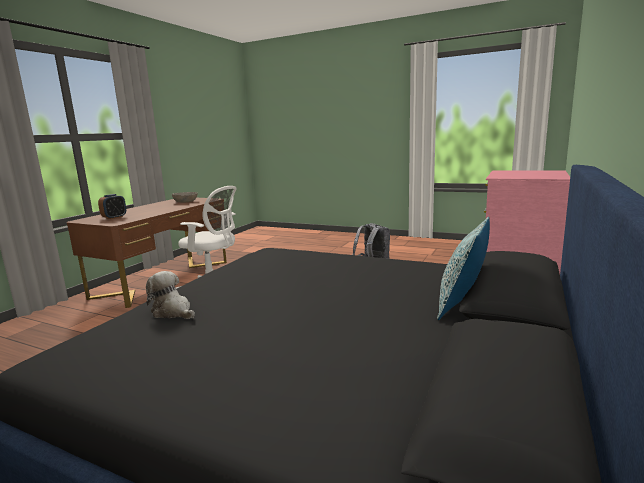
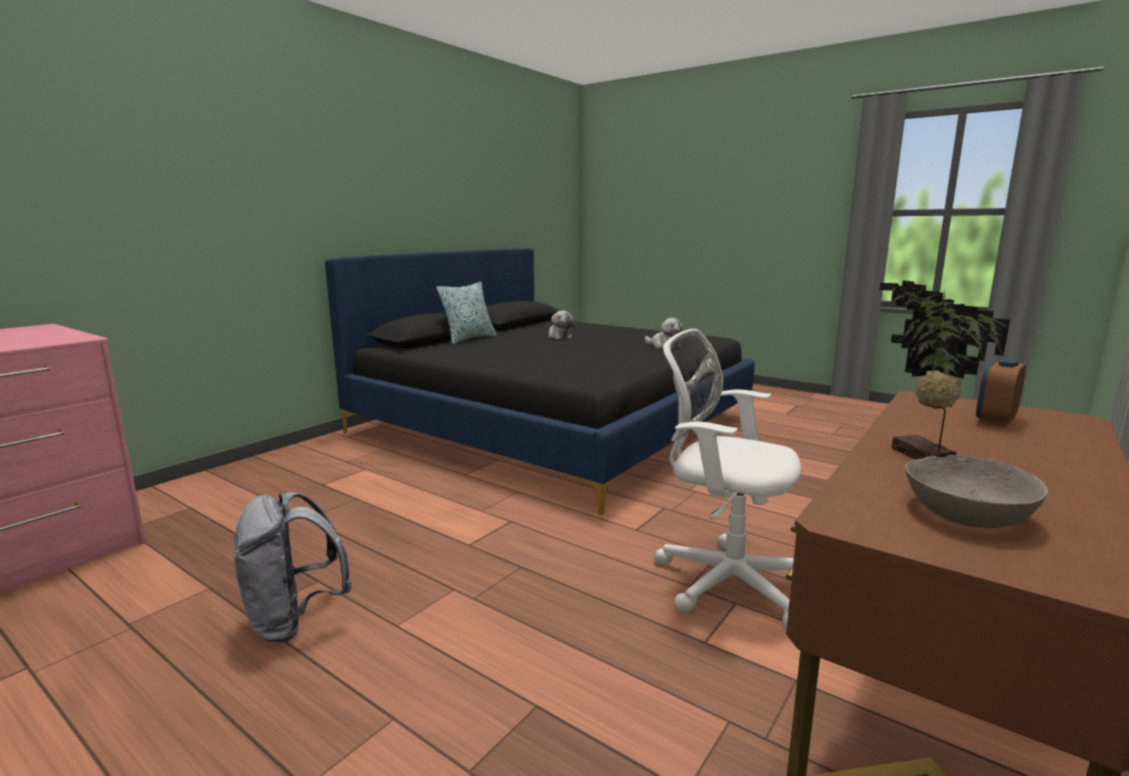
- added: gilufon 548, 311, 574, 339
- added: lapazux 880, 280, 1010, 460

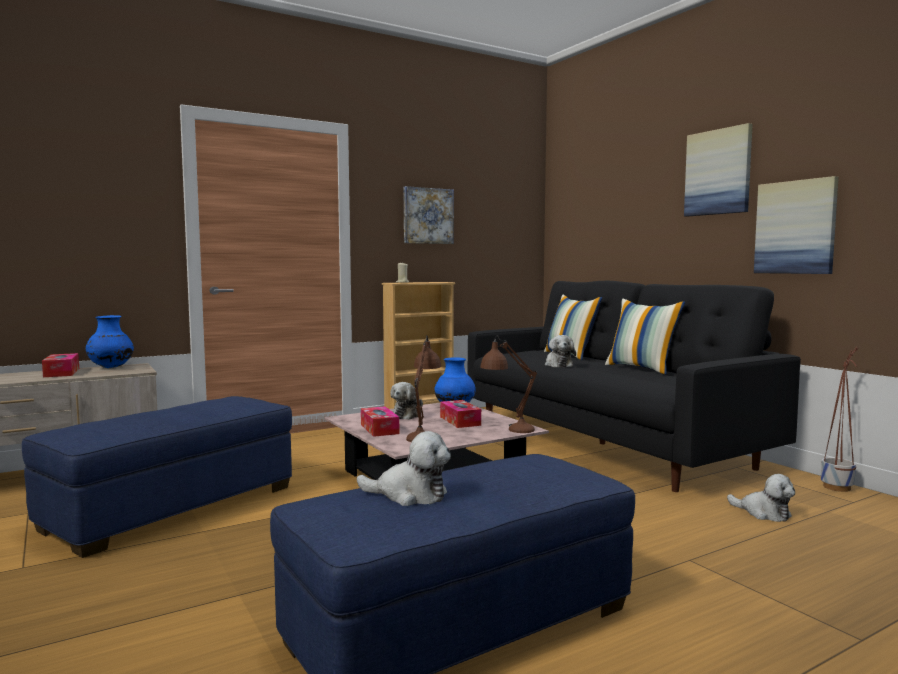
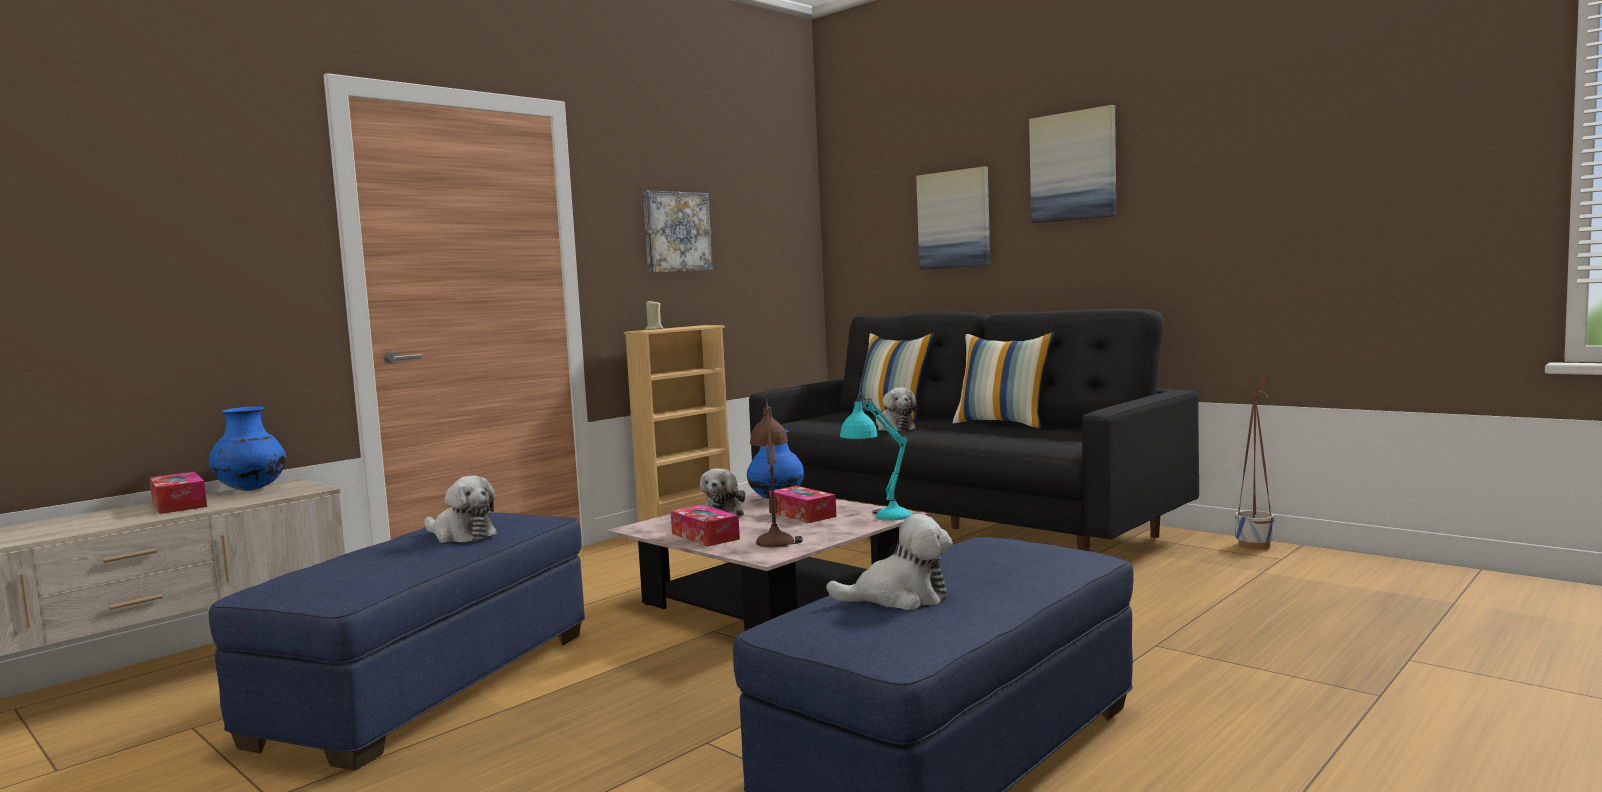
- moved: gilufon 727, 474, 795, 522 to 424, 475, 497, 543
- recoloured: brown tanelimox 480, 336, 537, 433 to turquoise tanelimox 840, 393, 911, 520
- moved: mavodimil 754, 176, 839, 274 to 916, 166, 990, 270

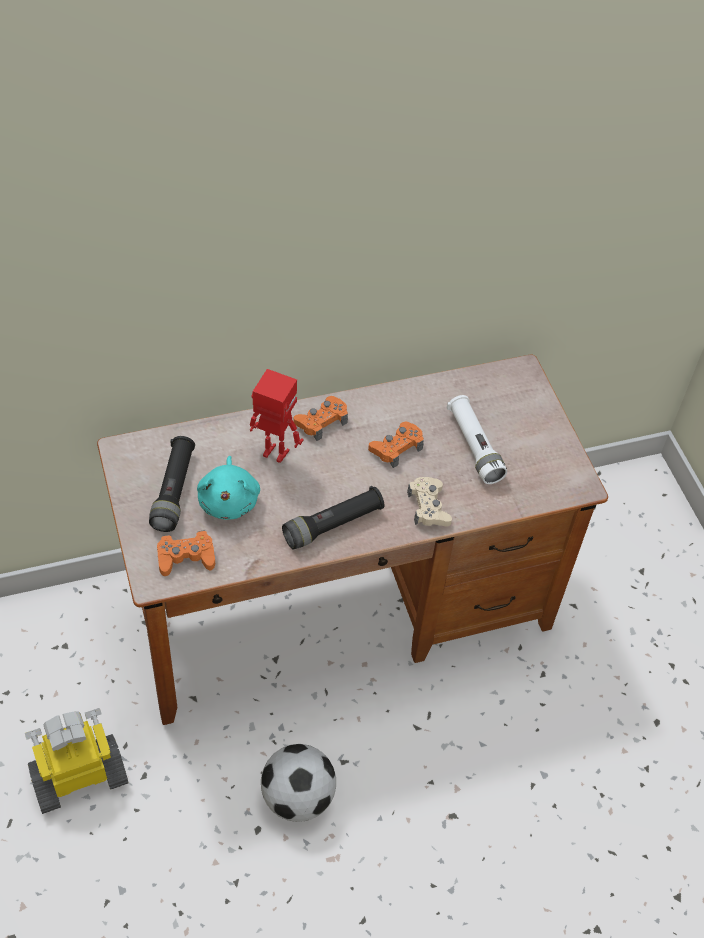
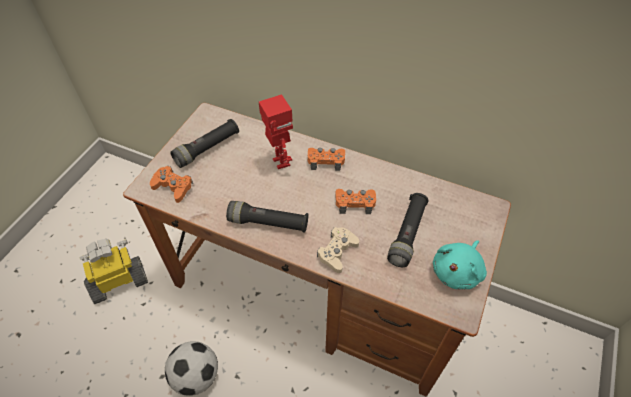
- turned: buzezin 25, 708, 128, 814 = 79, 239, 148, 304 45 degrees counterclockwise
- recoloured: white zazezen 447, 395, 507, 484 to black zazezen 387, 193, 429, 267
- moved: turquoise gilufon 197, 456, 260, 520 to 433, 240, 487, 289

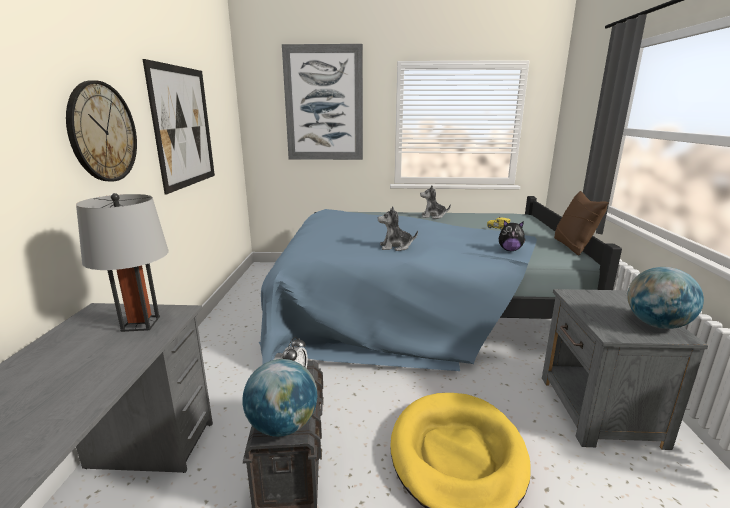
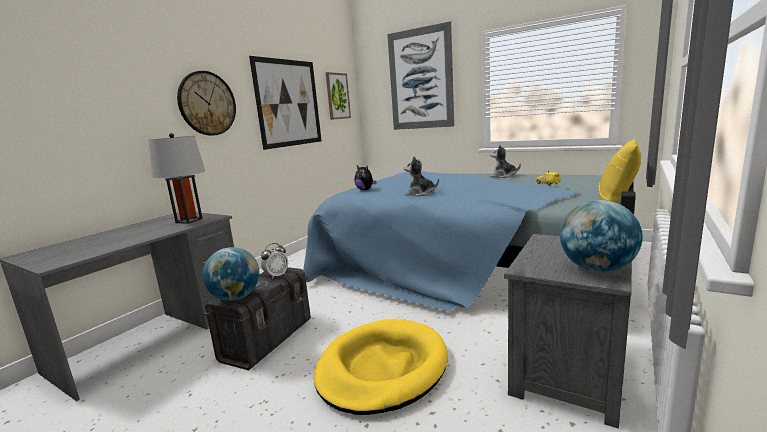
- added: mavodimil 326, 72, 351, 120
- moved: gilufon 499, 220, 526, 251 to 355, 166, 376, 190
- recoloured: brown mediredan 554, 191, 609, 255 to yellow mediredan 598, 139, 641, 203

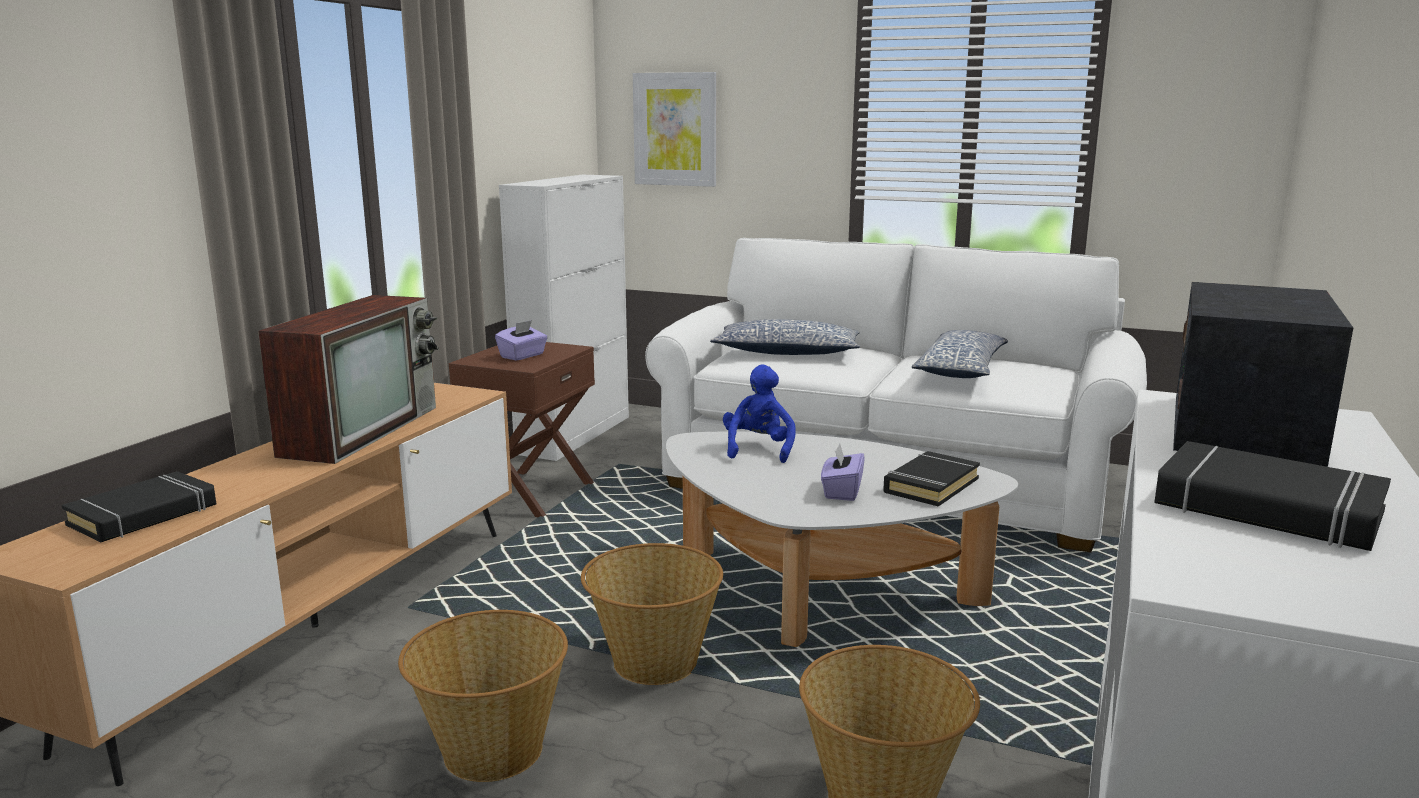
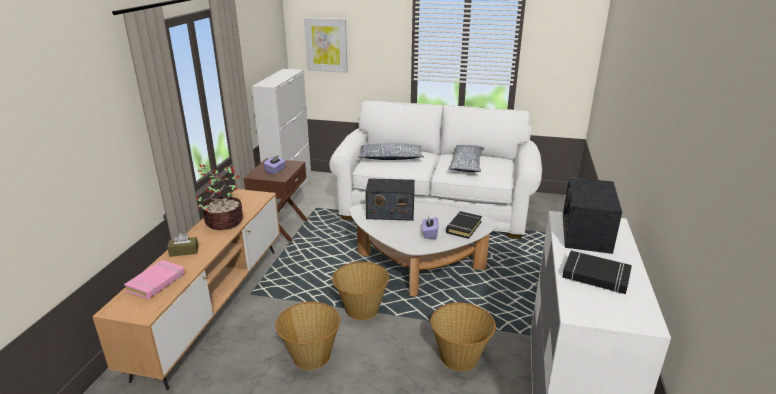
- recoloured: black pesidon 62, 471, 216, 542 to pink pesidon 124, 260, 185, 299
- added: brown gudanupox 167, 233, 199, 257
- replaced: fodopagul 258, 295, 439, 464 to lapazux 196, 165, 243, 230
- replaced: blue gilufon 723, 365, 796, 463 to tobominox 365, 178, 415, 221

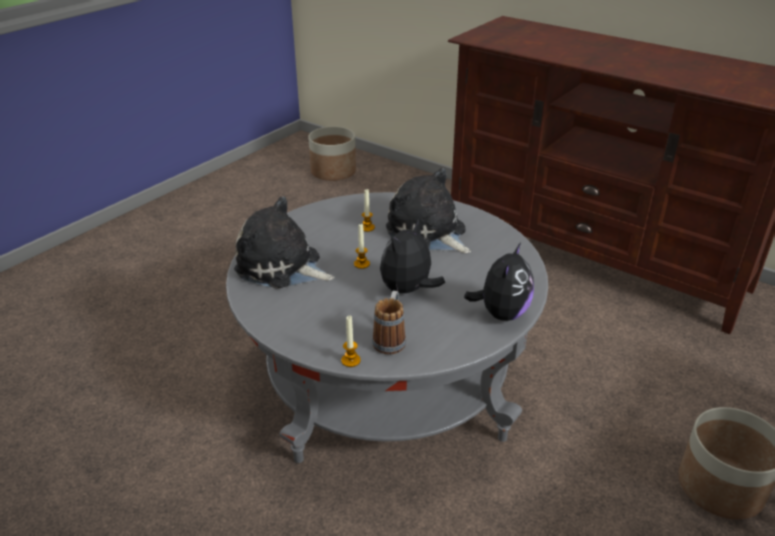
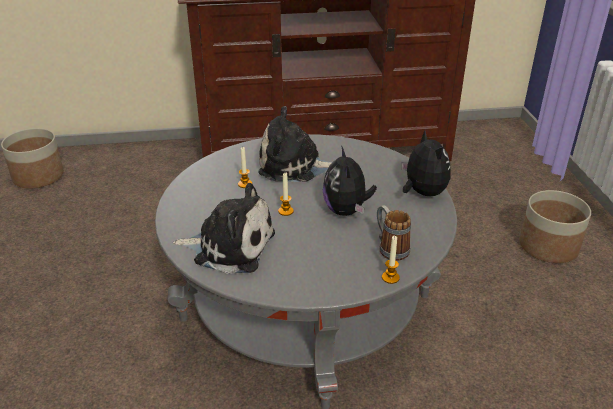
- turned: gilufon 234, 196, 335, 289 = 173, 183, 275, 274 150 degrees counterclockwise

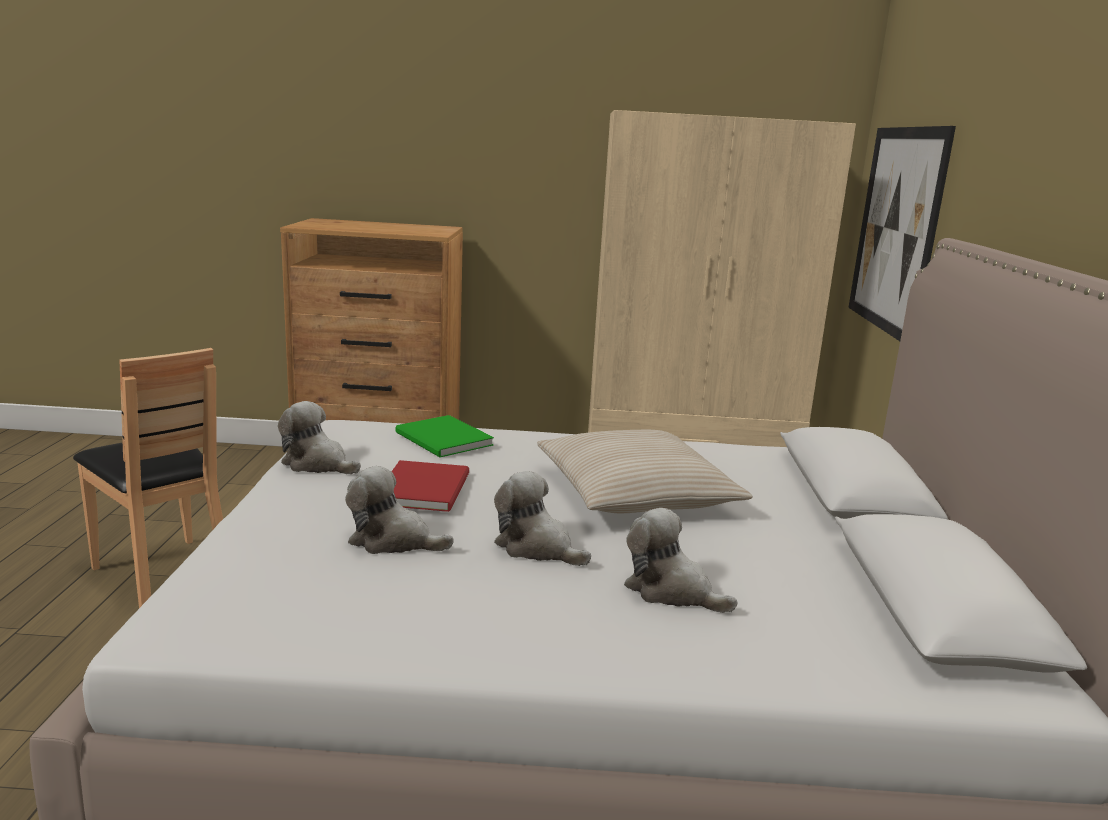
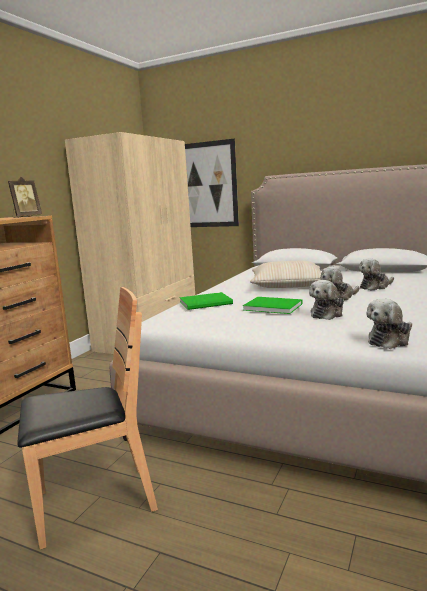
- added: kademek 8, 177, 42, 218
- recoloured: red pesidon 391, 460, 469, 512 to green pesidon 243, 297, 303, 314
- moved: gilufon 278, 401, 361, 474 to 367, 299, 412, 349

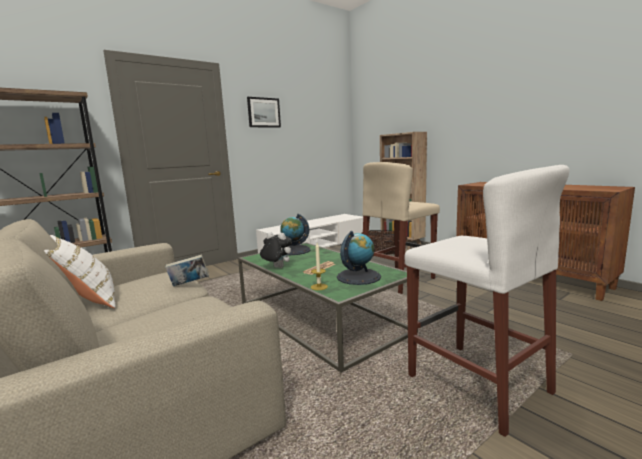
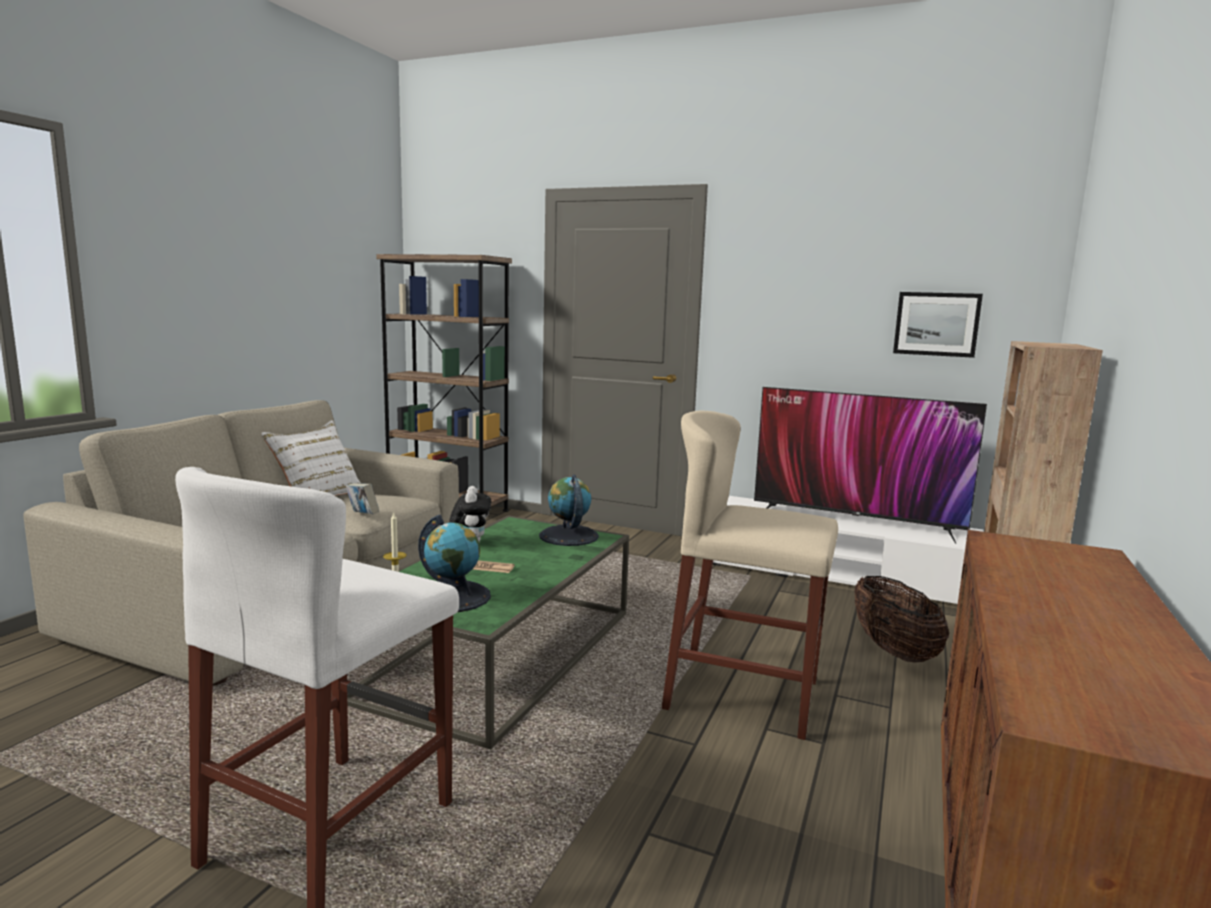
- added: fodopagul 754, 387, 987, 544
- moved: mavodimil 247, 97, 281, 128 to 893, 292, 983, 358

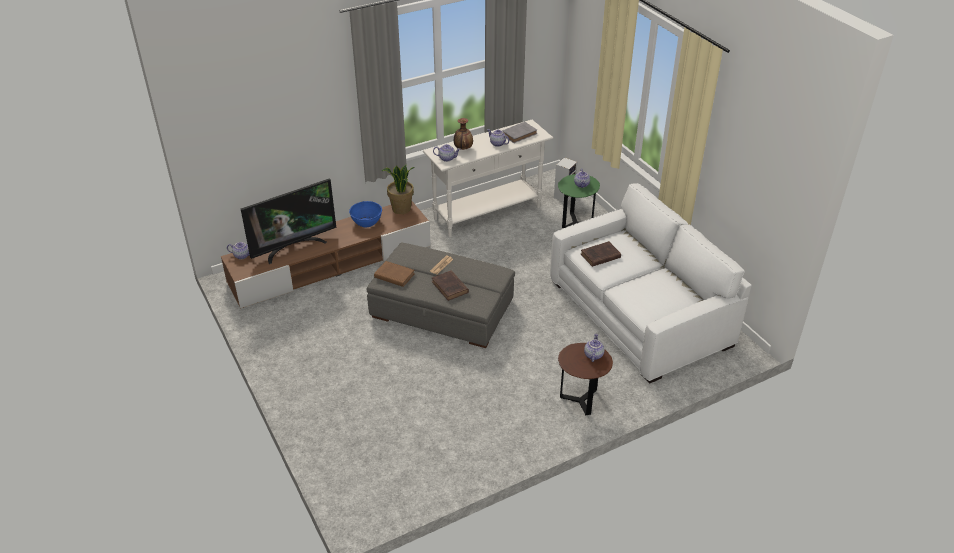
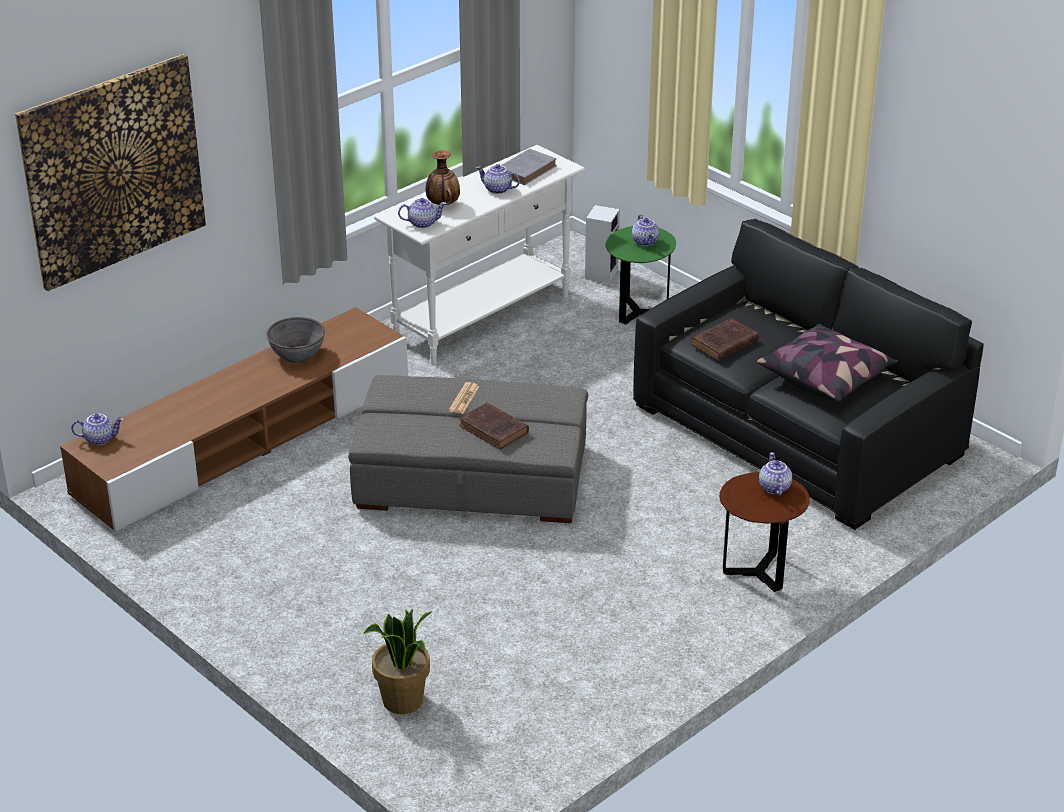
- added: mavodimil 15, 54, 206, 291
- recoloured: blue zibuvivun 349, 201, 382, 227 to grey zibuvivun 266, 317, 325, 363
- moved: lapazux 382, 164, 415, 214 to 363, 609, 433, 714
- recoloured: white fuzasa 550, 183, 752, 384 to black fuzasa 633, 219, 984, 530
- added: mediredan 757, 324, 898, 402
- removed: fodopagul 241, 179, 336, 264
- removed: brown pesidon 374, 261, 415, 287

